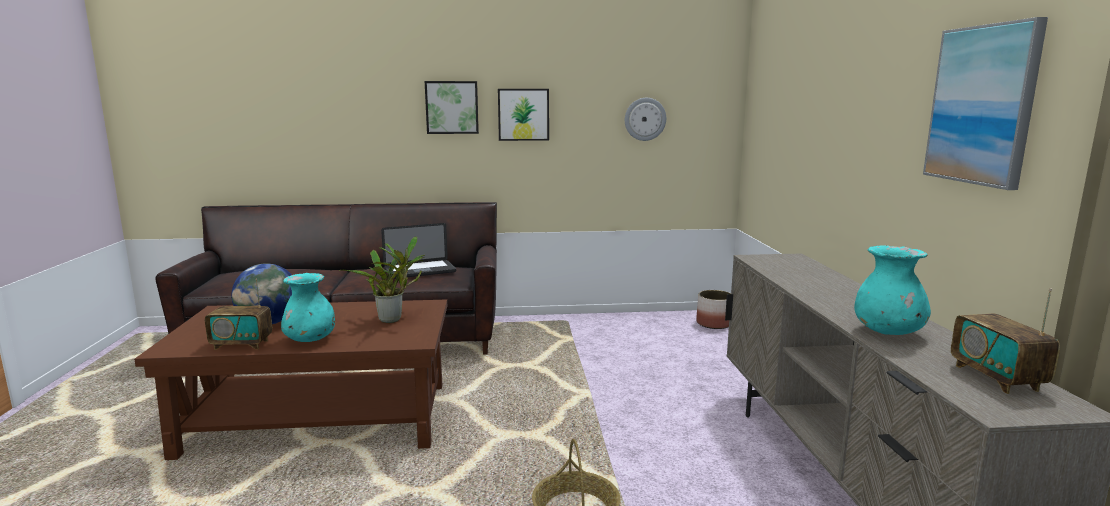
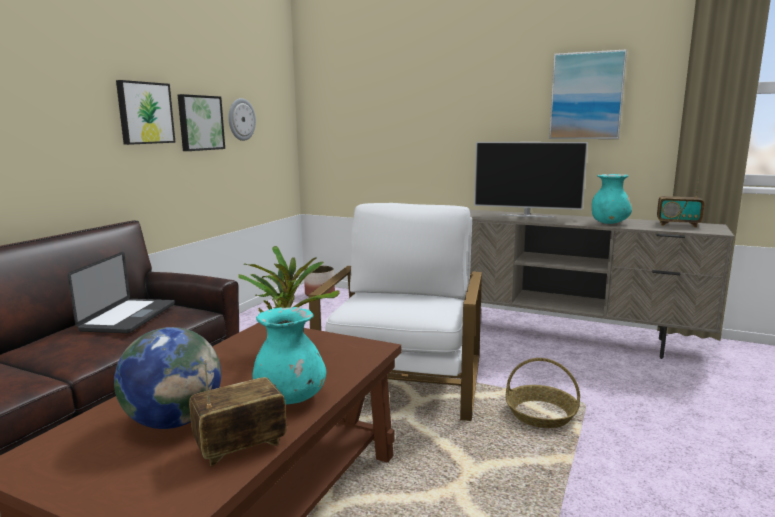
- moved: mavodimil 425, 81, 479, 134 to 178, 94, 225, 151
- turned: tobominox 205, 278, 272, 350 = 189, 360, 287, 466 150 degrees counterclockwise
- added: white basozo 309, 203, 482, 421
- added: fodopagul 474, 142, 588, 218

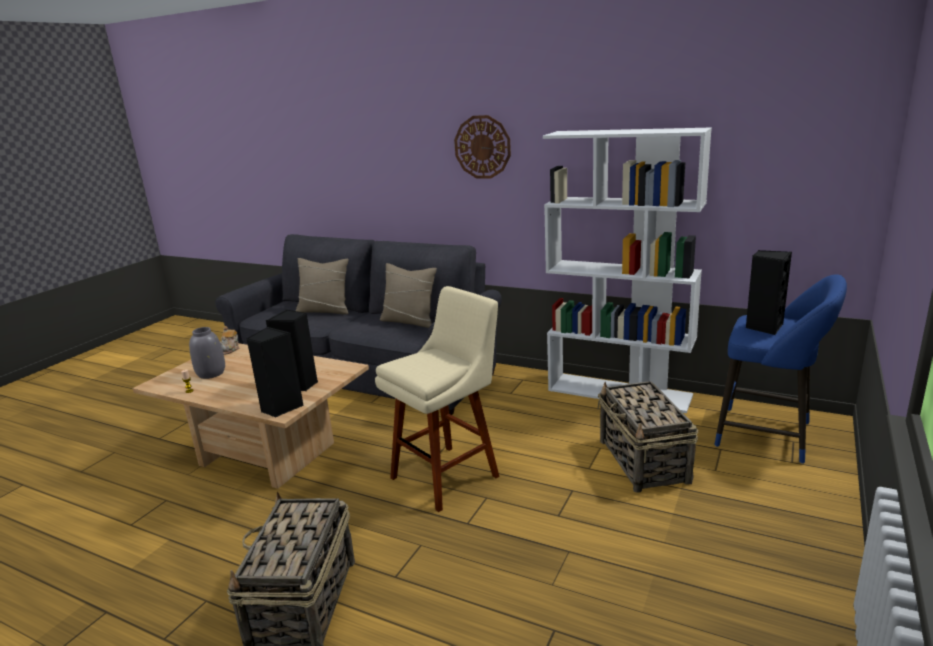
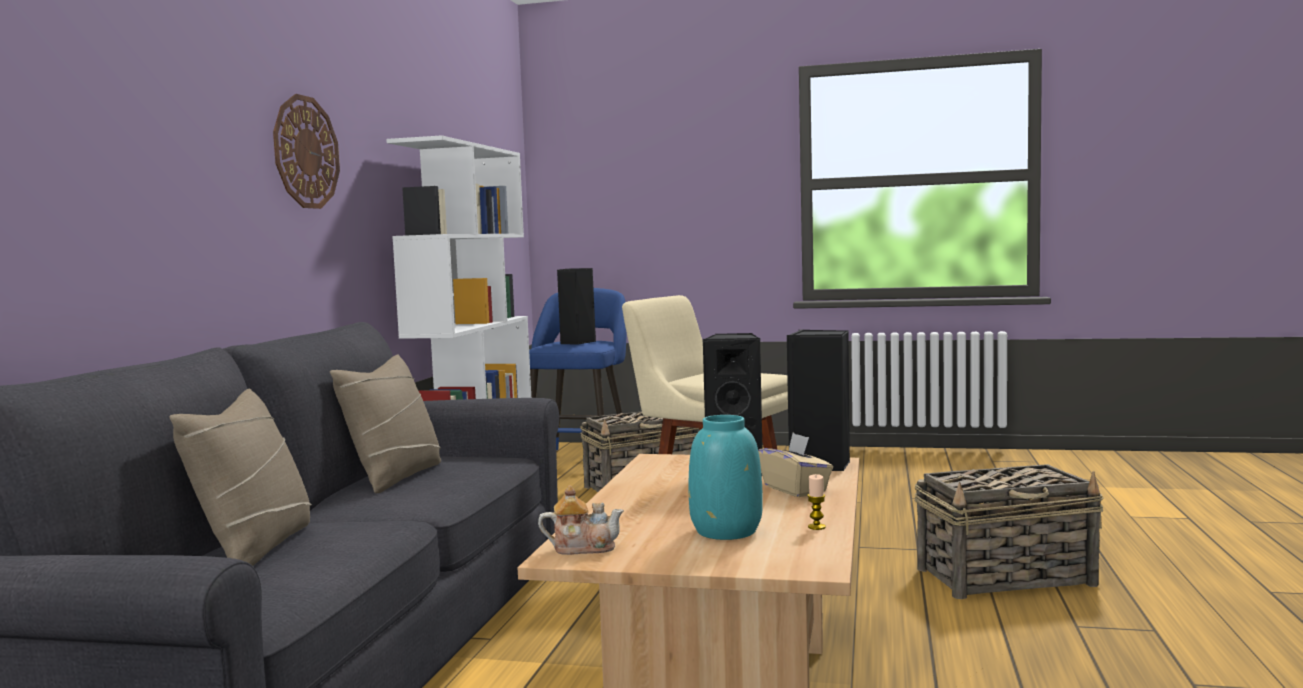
- recoloured: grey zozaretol 189, 327, 225, 379 to turquoise zozaretol 688, 415, 763, 540
- added: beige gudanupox 758, 433, 833, 497

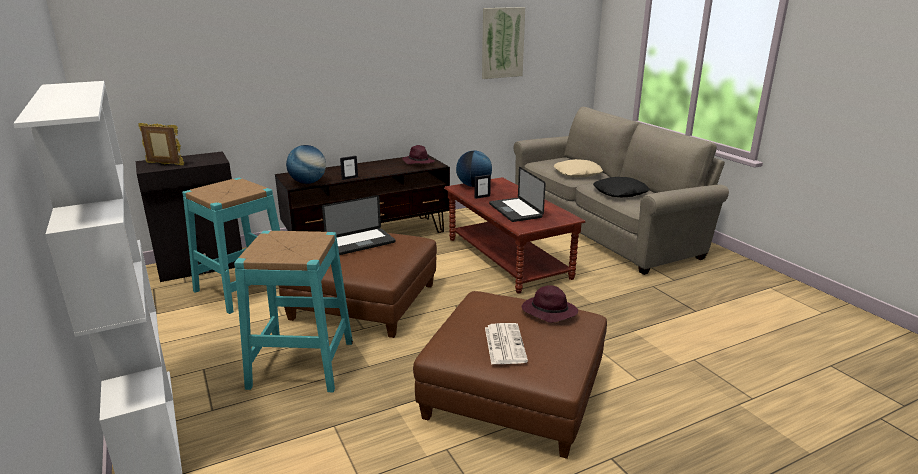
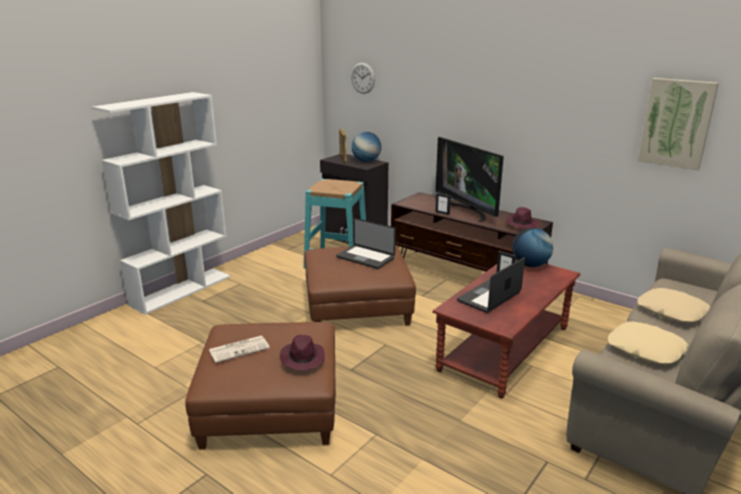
- added: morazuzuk 351, 63, 375, 94
- moved: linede 286, 145, 326, 184 to 352, 132, 381, 162
- added: fodopagul 435, 137, 504, 222
- recoloured: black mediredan 593, 177, 649, 198 to beige mediredan 608, 322, 688, 365
- removed: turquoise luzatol 234, 231, 353, 392

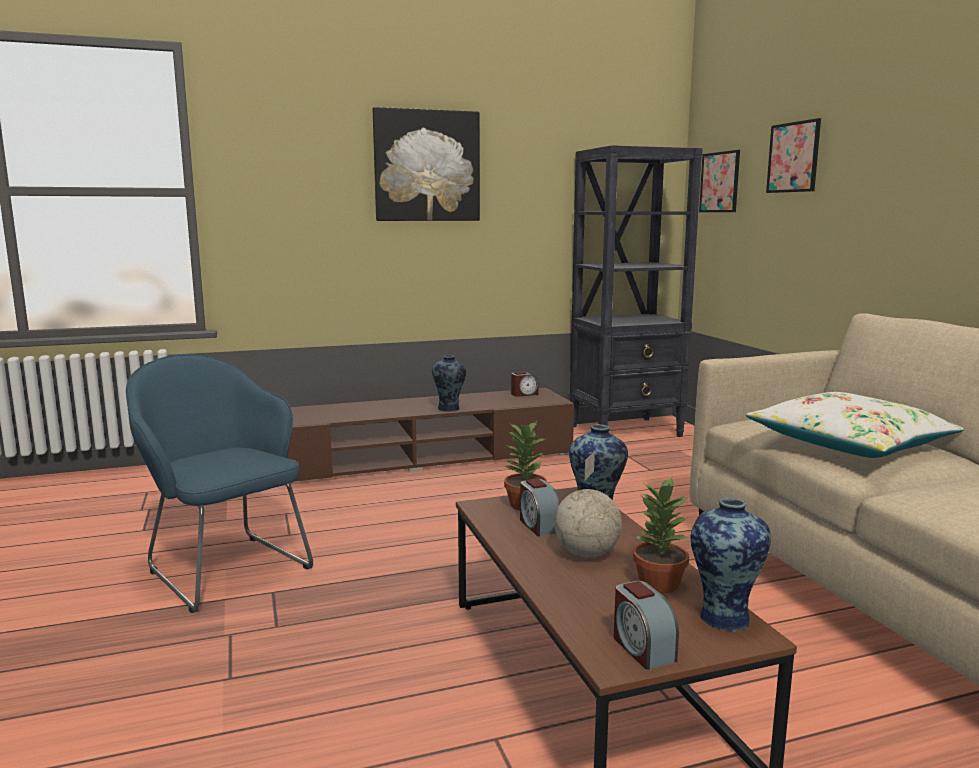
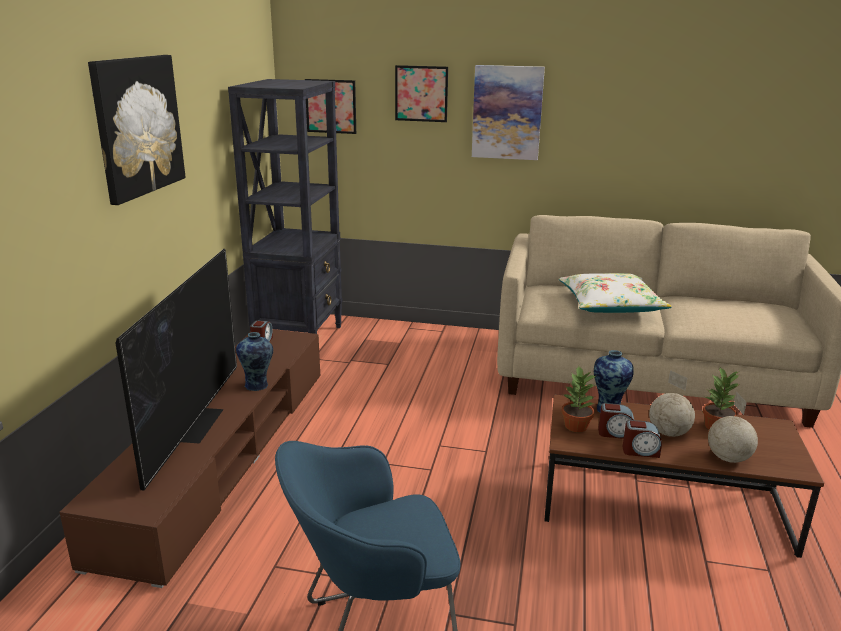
- added: fodopagul 116, 249, 237, 490
- added: mavodimil 472, 65, 545, 160
- moved: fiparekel 614, 581, 679, 670 to 623, 420, 662, 458
- added: linede 708, 392, 758, 463
- removed: zozaretol 690, 498, 771, 631

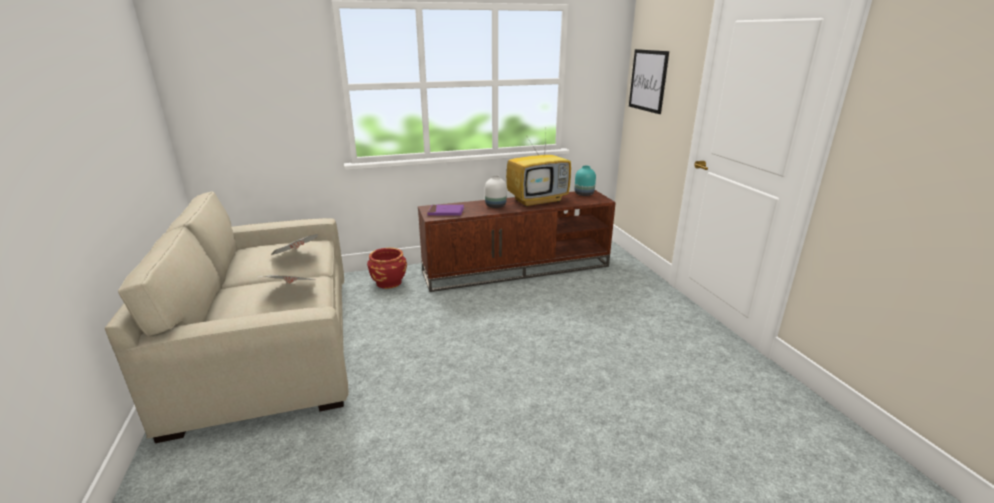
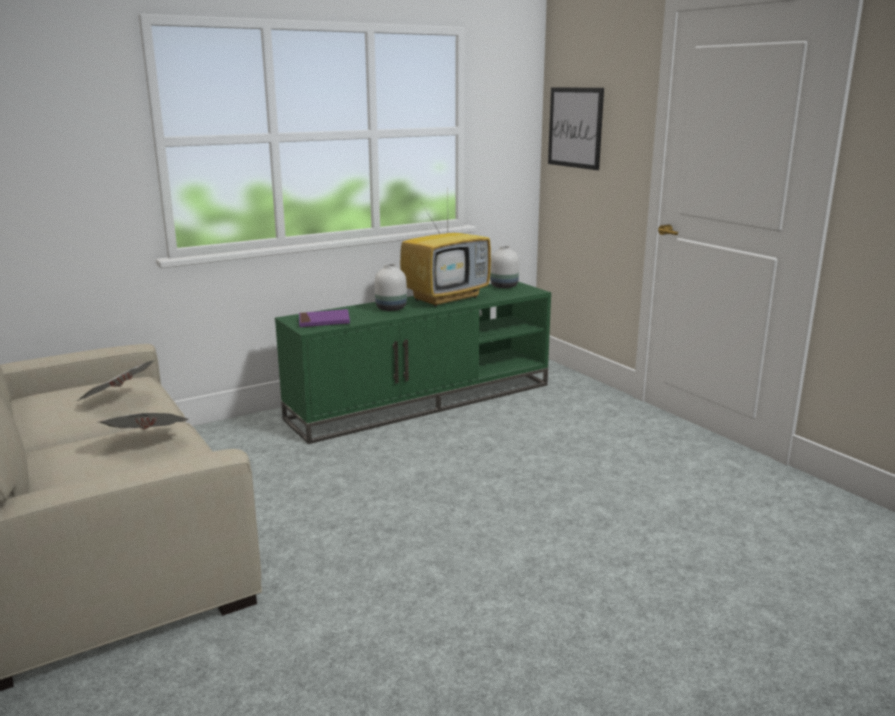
- recoloured: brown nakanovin 418, 190, 616, 292 to green nakanovin 275, 282, 551, 444
- recoloured: turquoise zozaretol 575, 166, 596, 196 to white zozaretol 490, 246, 519, 288
- removed: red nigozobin 367, 248, 407, 289

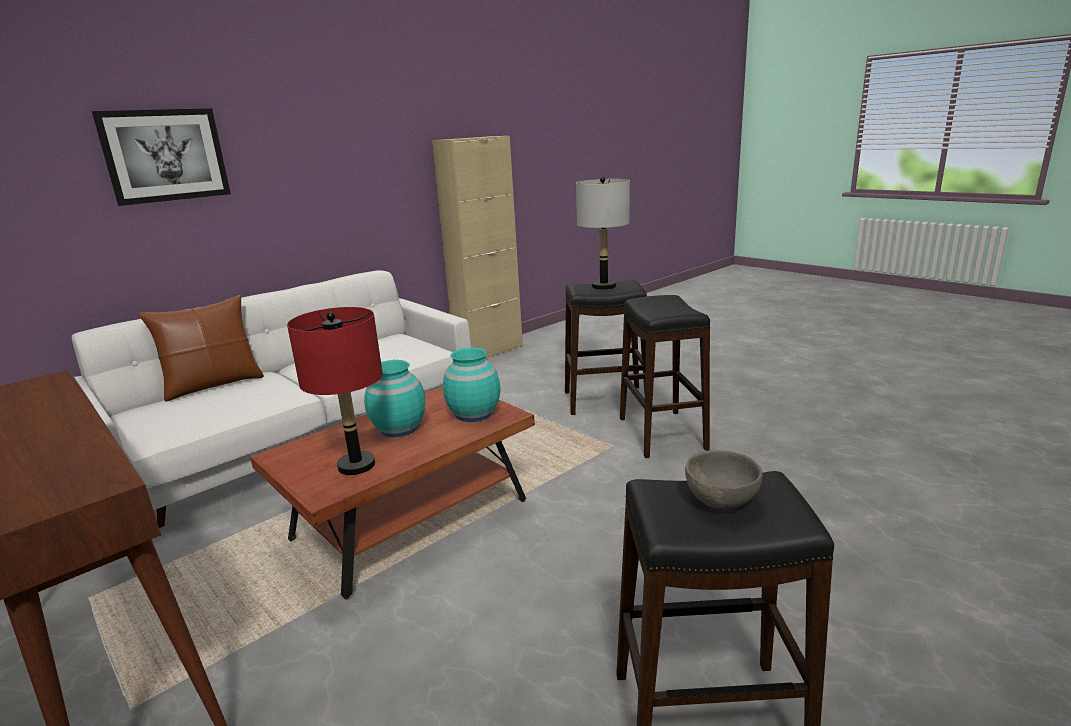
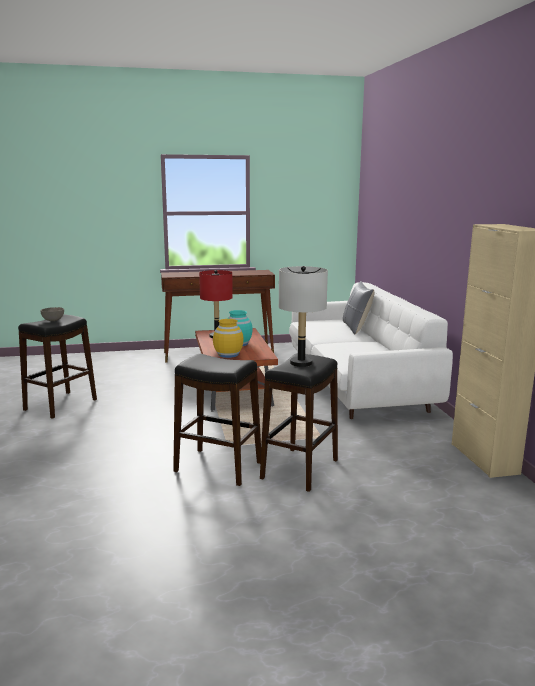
- recoloured: turquoise zozaretol 443, 347, 500, 422 to yellow zozaretol 213, 319, 244, 358
- recoloured: brown mediredan 138, 295, 264, 402 to grey mediredan 343, 281, 375, 334
- removed: mavodimil 92, 108, 231, 206

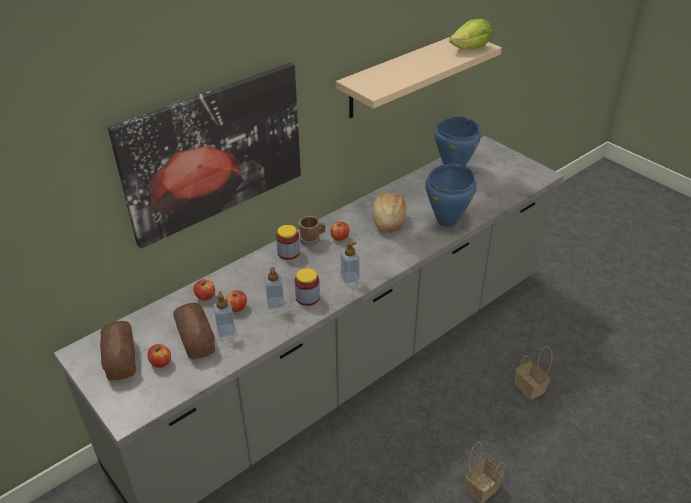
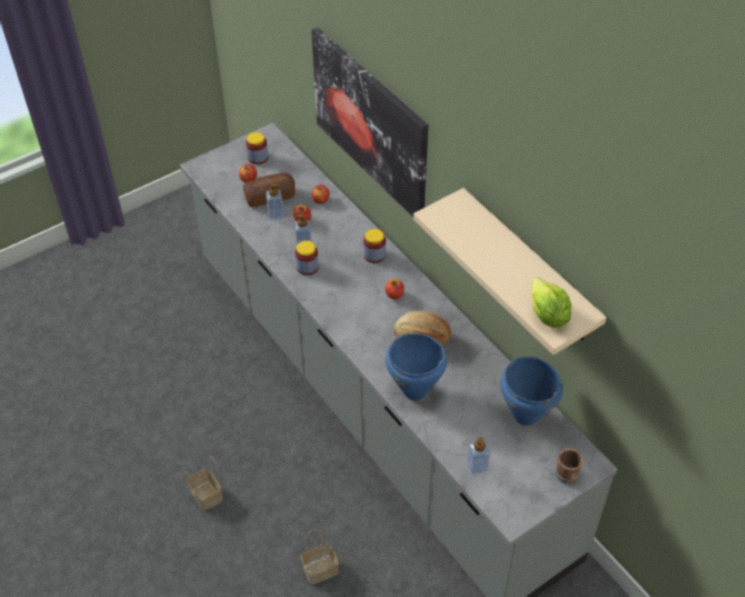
- replaced: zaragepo 100, 321, 136, 381 to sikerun 246, 132, 268, 164
- moved: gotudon 341, 242, 360, 283 to 467, 437, 490, 474
- moved: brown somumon 299, 216, 325, 246 to 555, 448, 583, 484

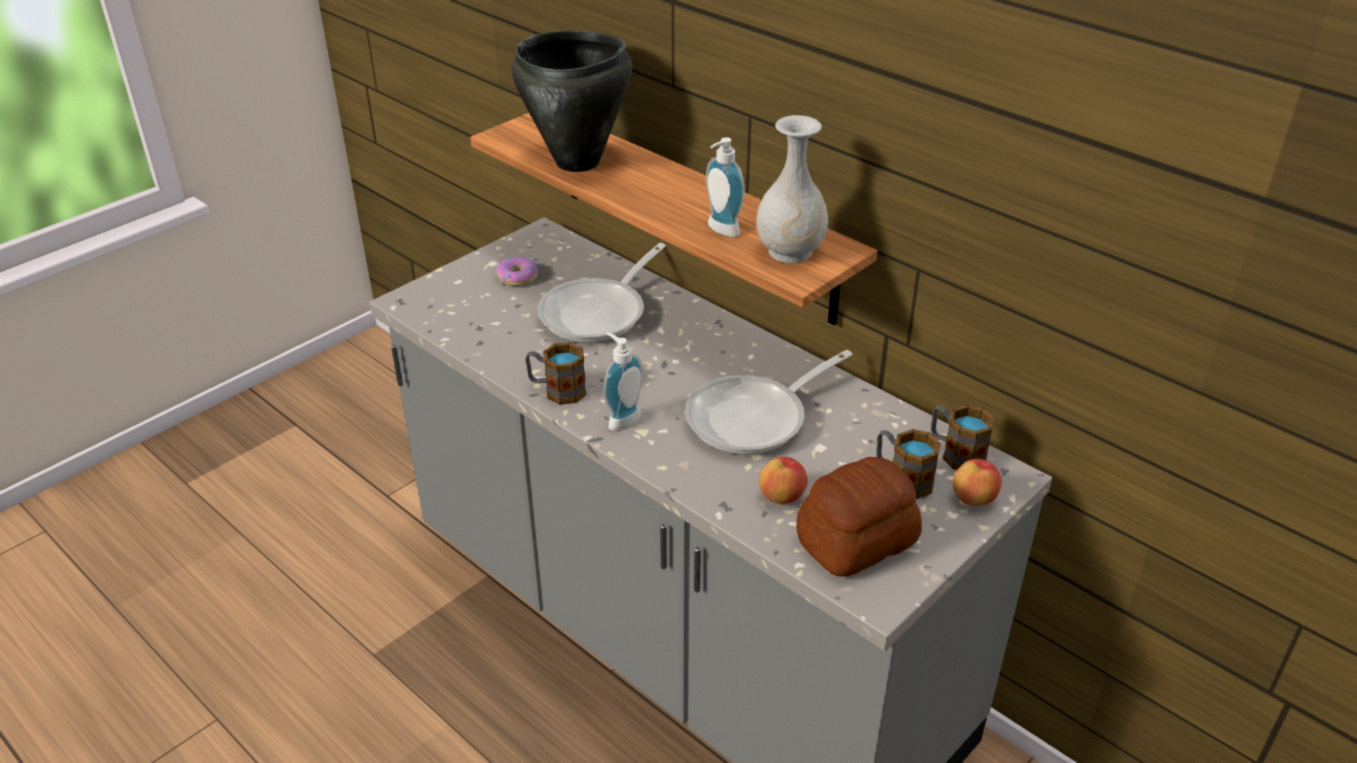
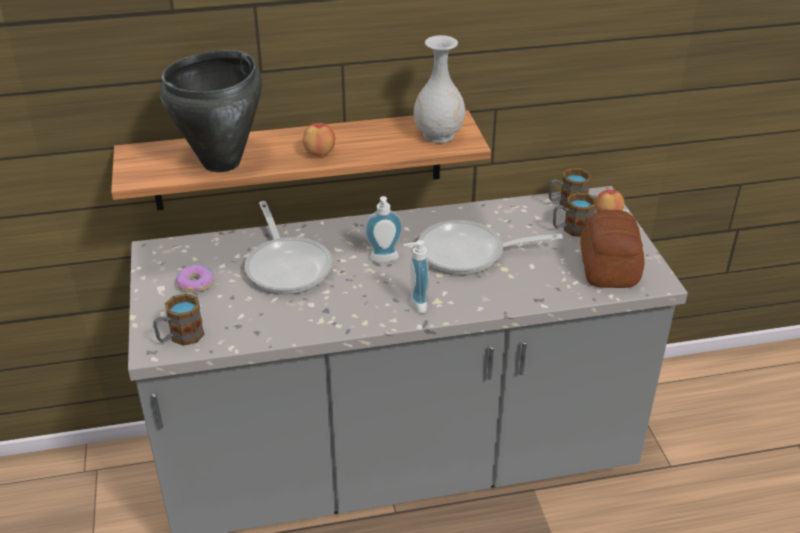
- moved: somumon 525, 342, 587, 405 to 153, 293, 205, 346
- moved: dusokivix 759, 457, 808, 504 to 303, 122, 335, 156
- moved: gotudon 706, 137, 745, 237 to 364, 196, 403, 262
- turned: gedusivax 685, 350, 853, 455 = 418, 220, 563, 275 90 degrees clockwise

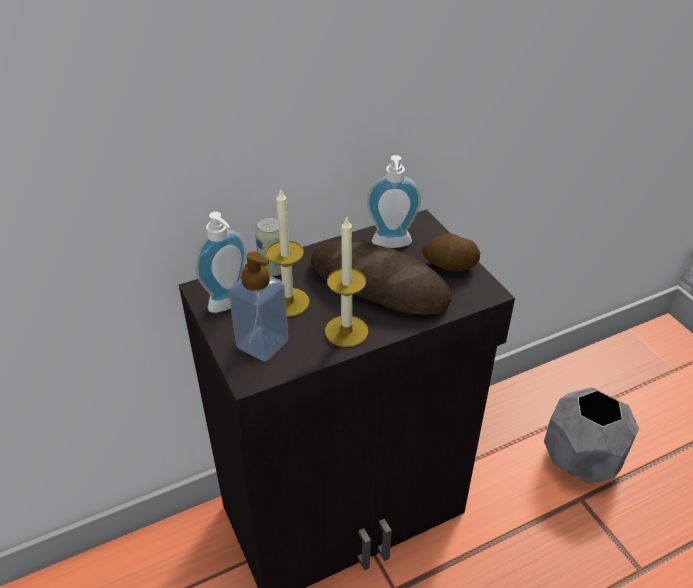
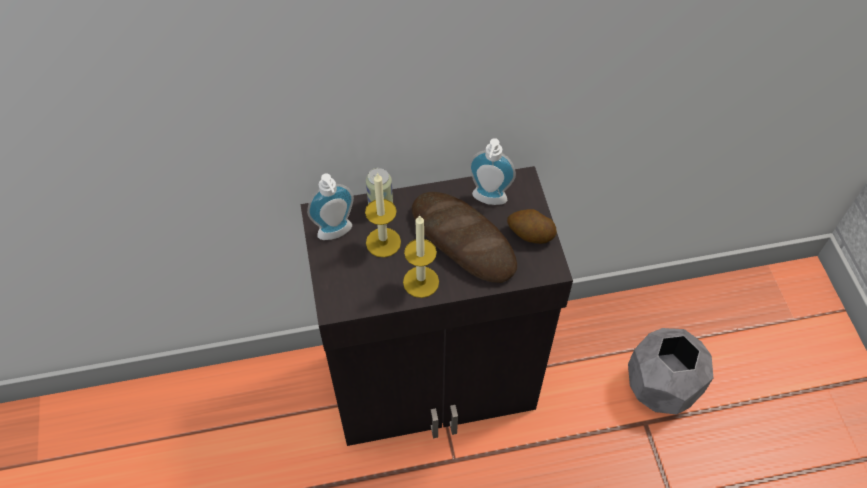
- removed: gotudon 228, 251, 288, 361

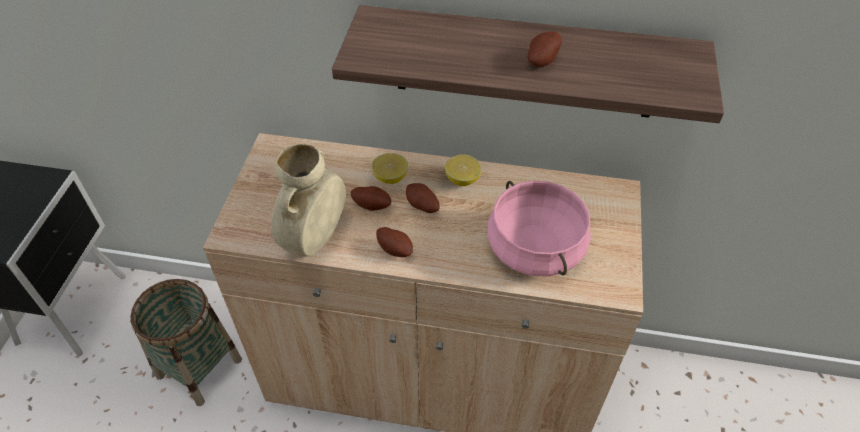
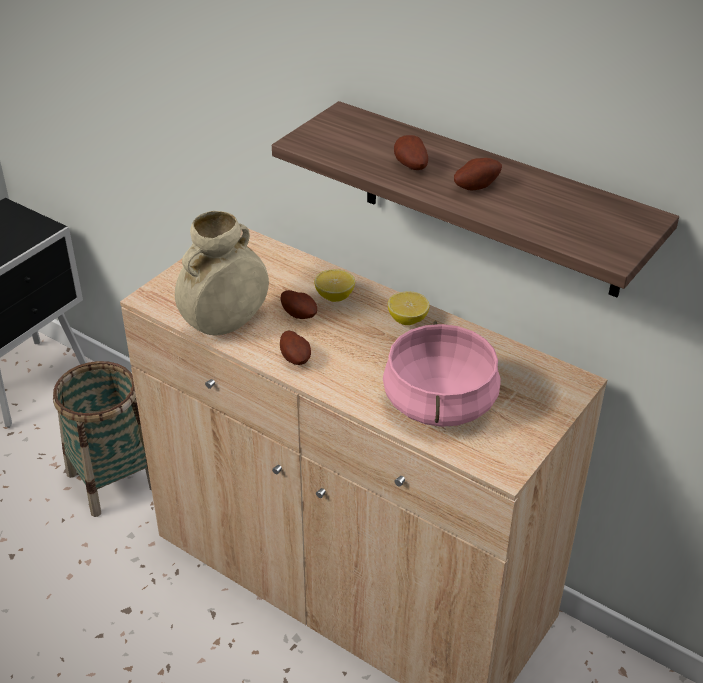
- moved: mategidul 406, 183, 440, 213 to 394, 135, 428, 170

